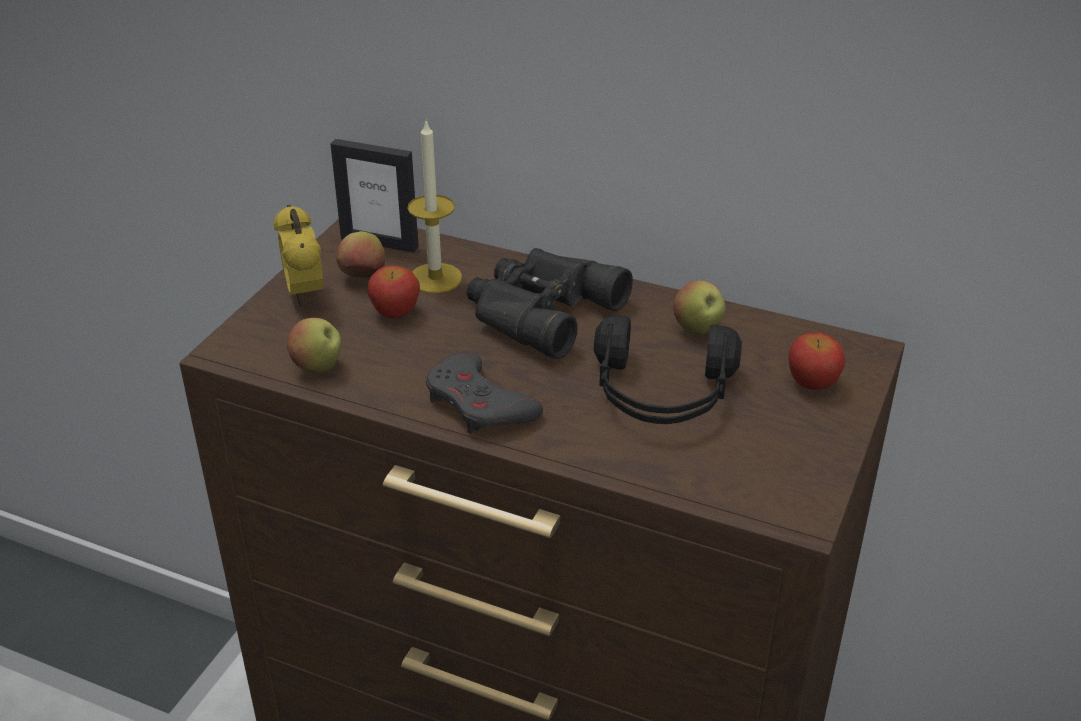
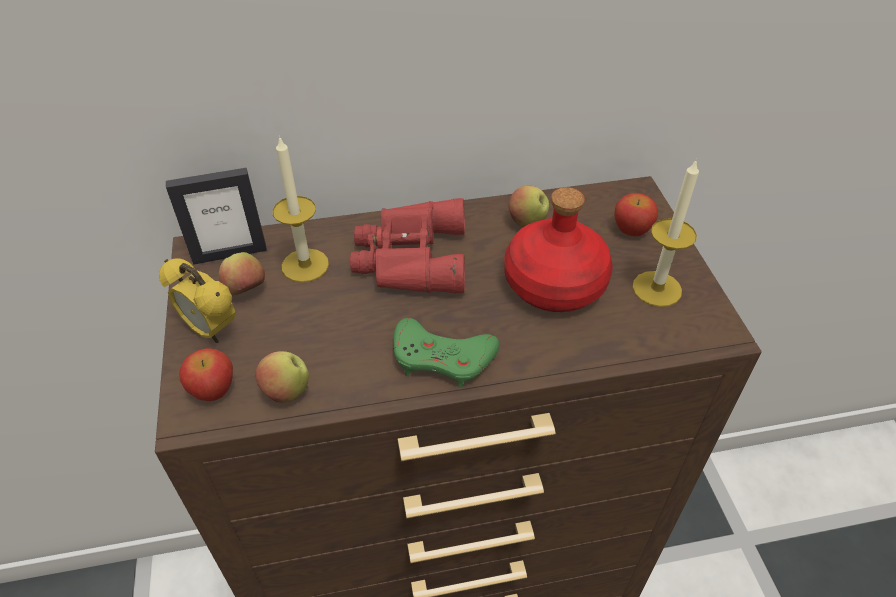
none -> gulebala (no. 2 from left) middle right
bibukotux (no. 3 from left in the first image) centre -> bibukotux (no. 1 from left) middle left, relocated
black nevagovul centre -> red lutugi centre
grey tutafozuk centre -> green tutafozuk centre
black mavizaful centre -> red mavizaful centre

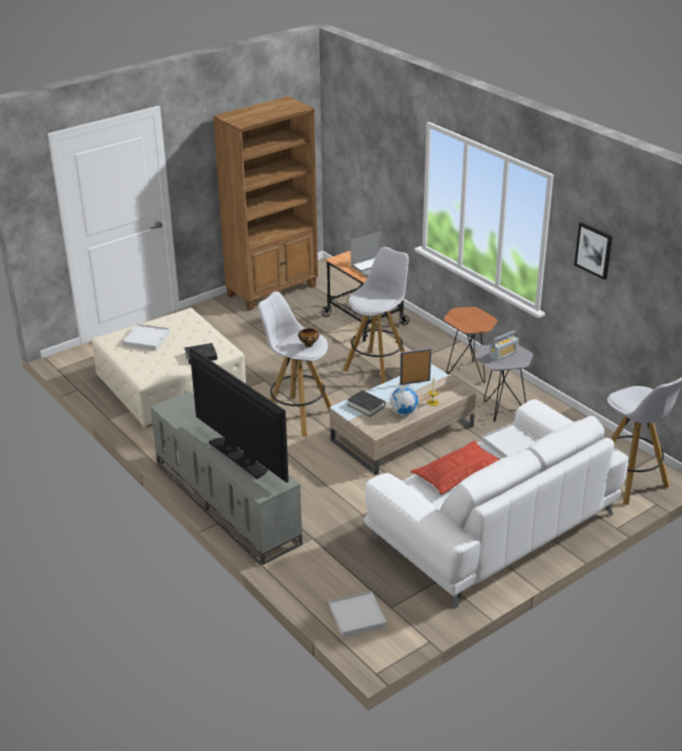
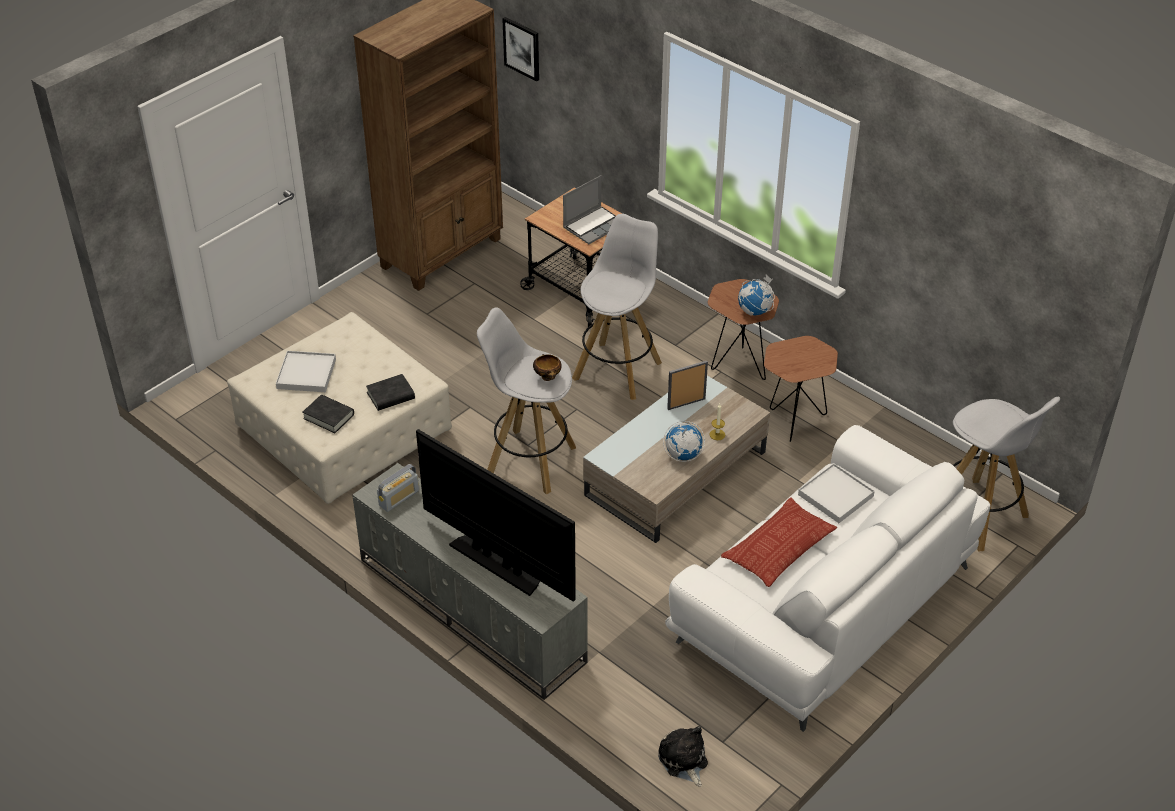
none -> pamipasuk (no. 2 from left) centre
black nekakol (no. 2 from left in the first image) centre -> black nekakol (no. 1 from left) middle left, relocated
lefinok middle right -> lefinok centre, relocated
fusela middle right -> fusela top centre, relocated
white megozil (no. 2 from left) bottom centre -> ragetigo bottom centre
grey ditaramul middle right -> brown ditaramul (no. 2 from left) middle right

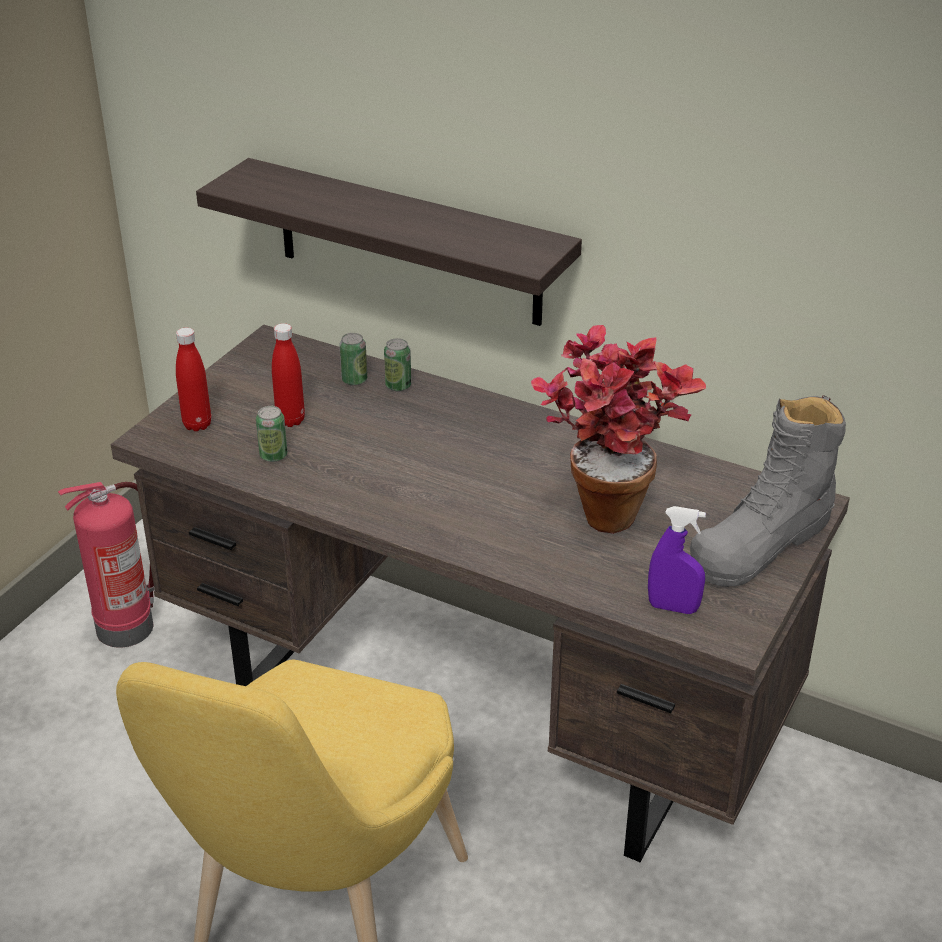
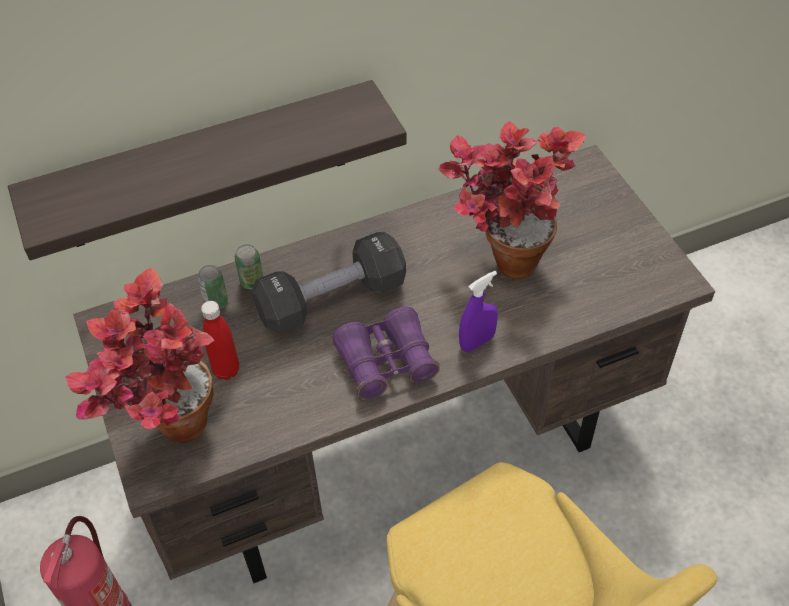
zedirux (no. 1 from left) middle left -> none
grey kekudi middle right -> none
none -> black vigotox centre
none -> purple mavizaful centre
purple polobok middle right -> purple polobok centre, relocated
red lutugi (no. 1 from left) middle left -> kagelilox (no. 1 from left) middle left

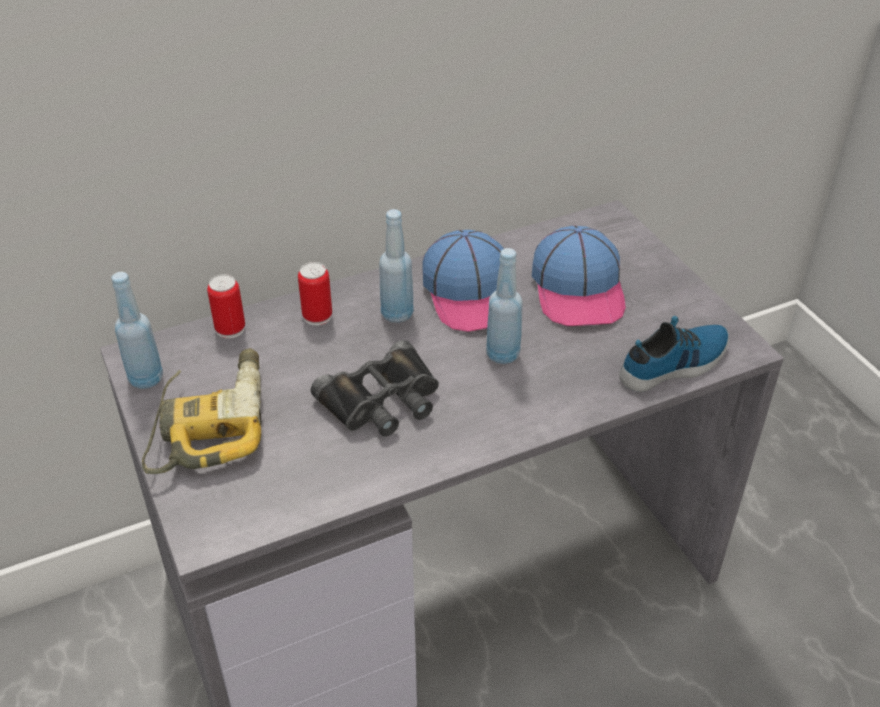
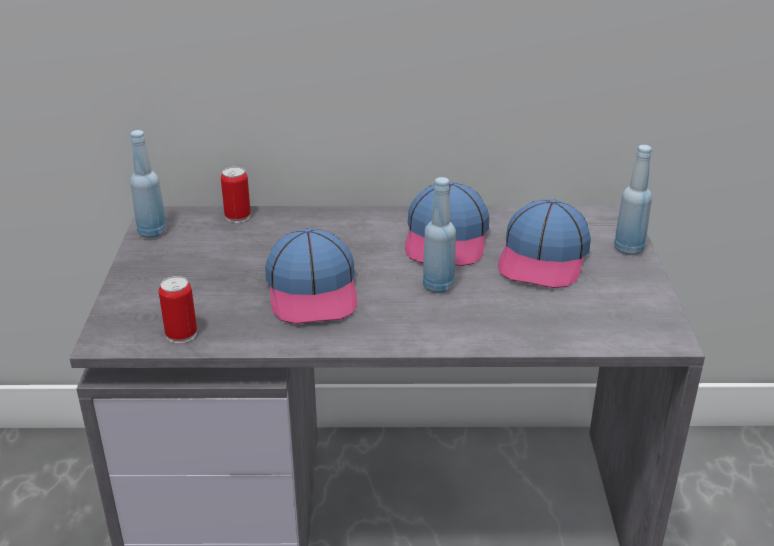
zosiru middle left -> none
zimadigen middle right -> none
zedirux (no. 2 from left in the first image) centre -> zedirux (no. 1 from left) middle left, relocated
blue lutugi (no. 2 from left in the first image) centre -> blue lutugi (no. 3 from left) middle right, relocated
black mavizaful centre -> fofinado (no. 1 from left) centre

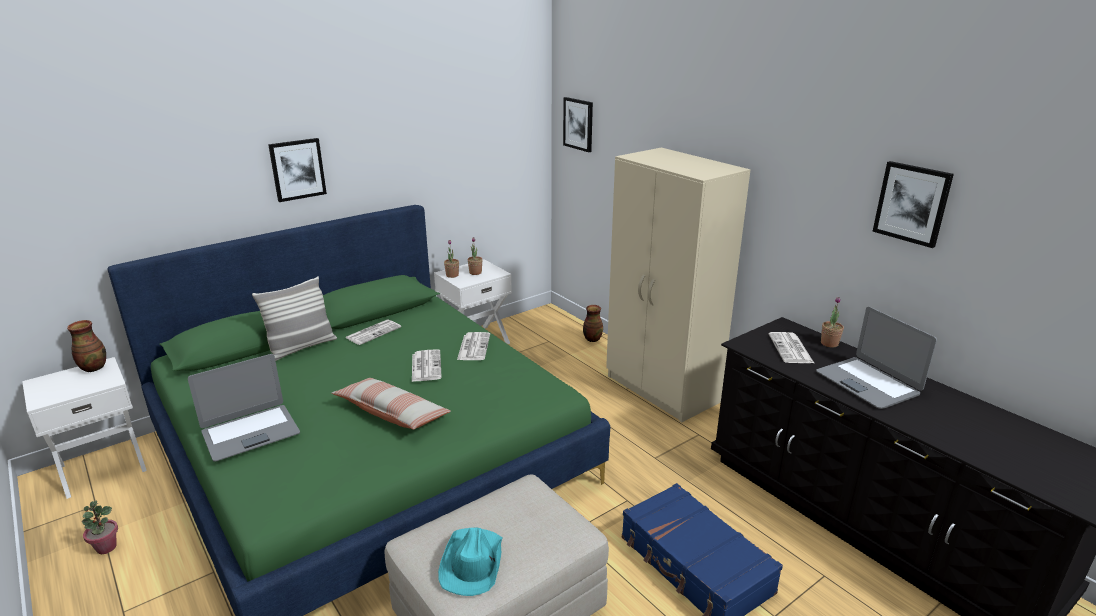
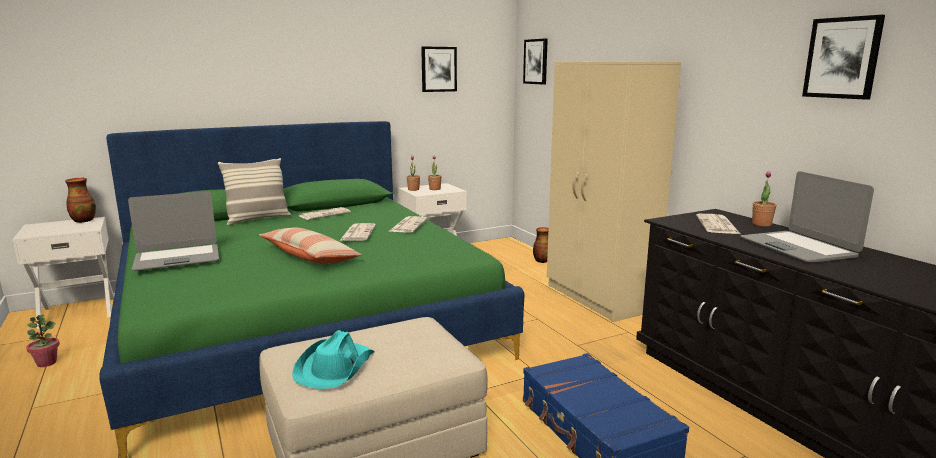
fusela (no. 1 from left) top left -> fusela (no. 1 from left) top centre, relocated

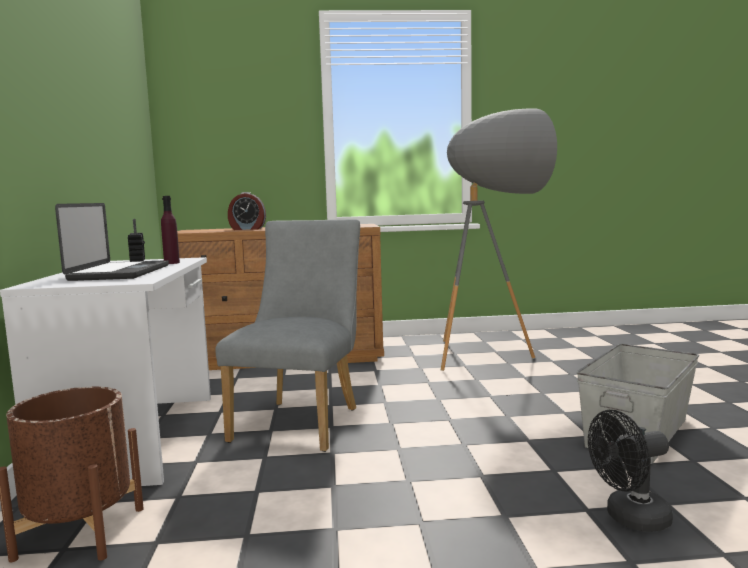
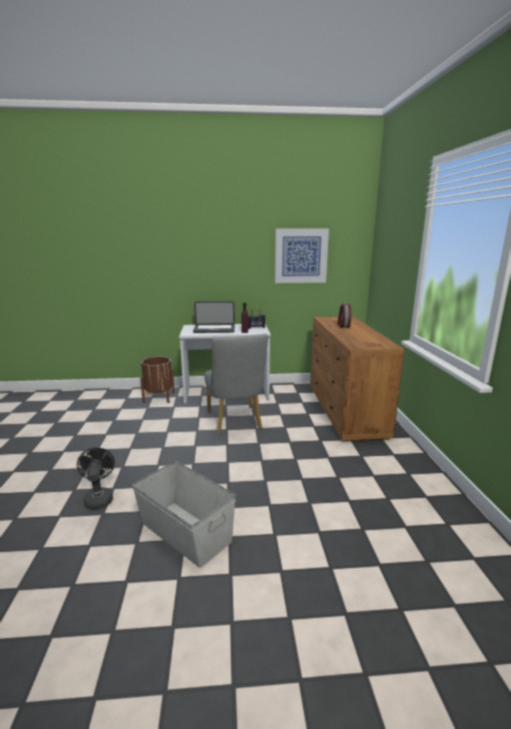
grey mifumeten middle right -> none
none -> fusela centre
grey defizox centre, 60 degrees clockwise

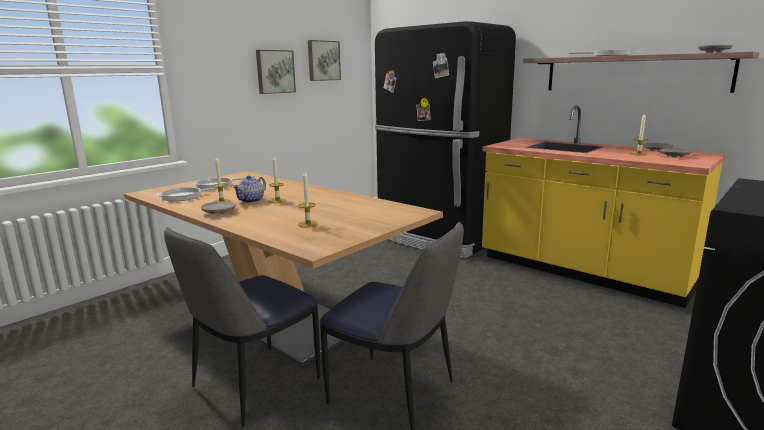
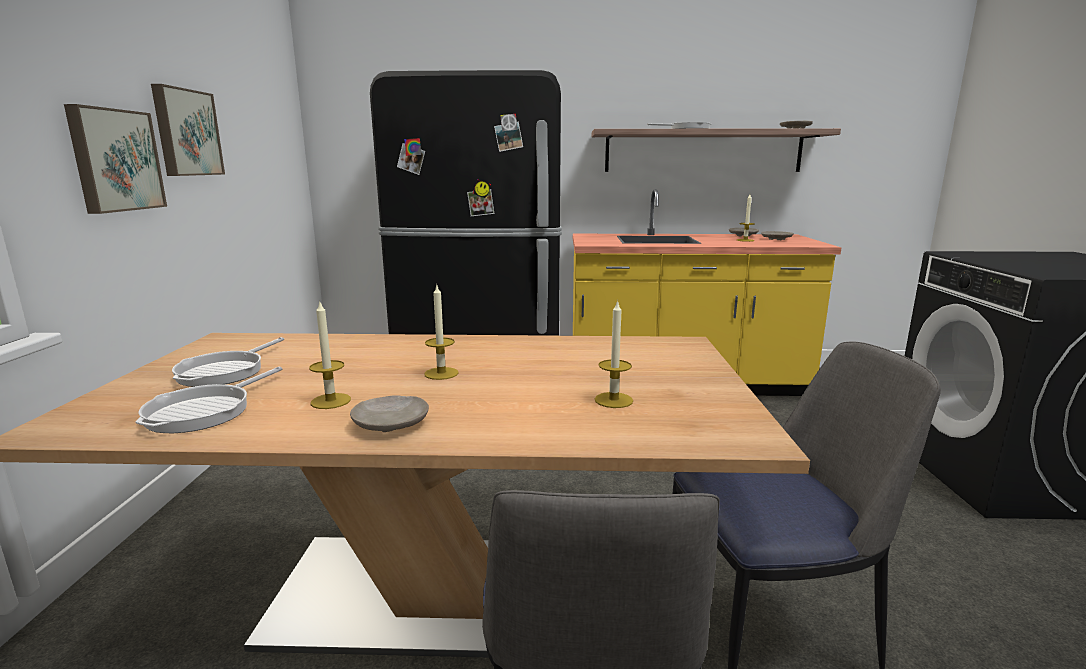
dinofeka middle left -> none
fusela (no. 2 from left in the first image) top centre -> fusela (no. 1 from left) top left, relocated

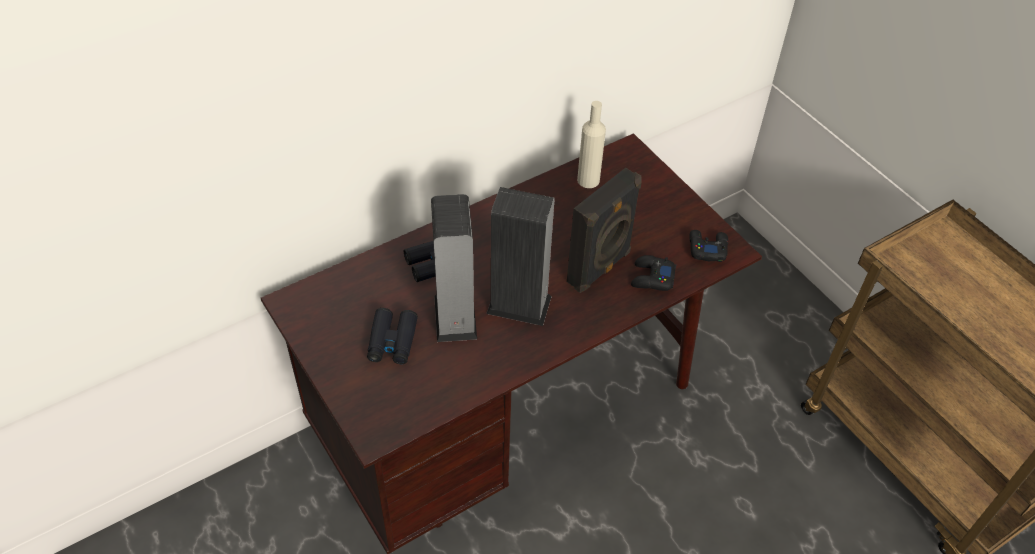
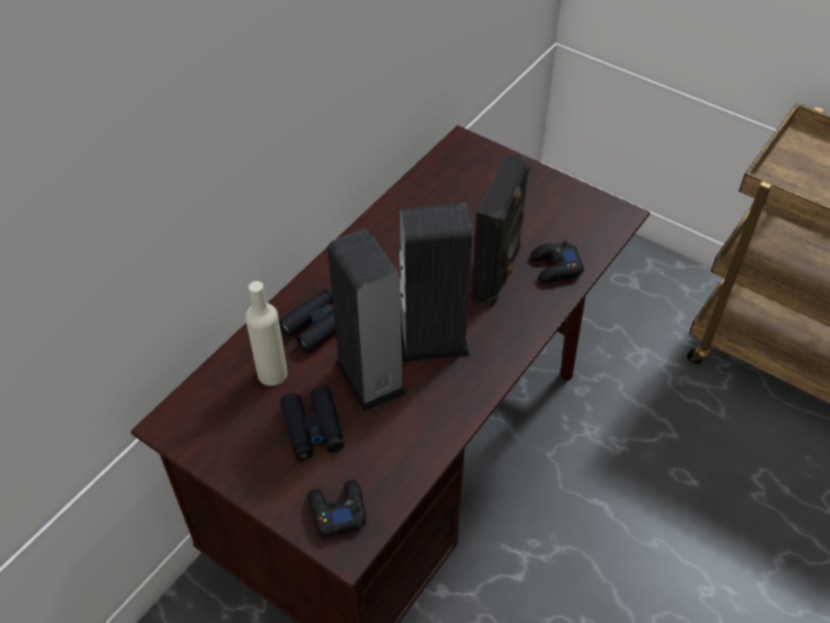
beige lutugi top centre -> beige lutugi middle left, relocated
black tutafozuk (no. 2 from left in the first image) middle right -> black tutafozuk (no. 1 from left) bottom centre, relocated

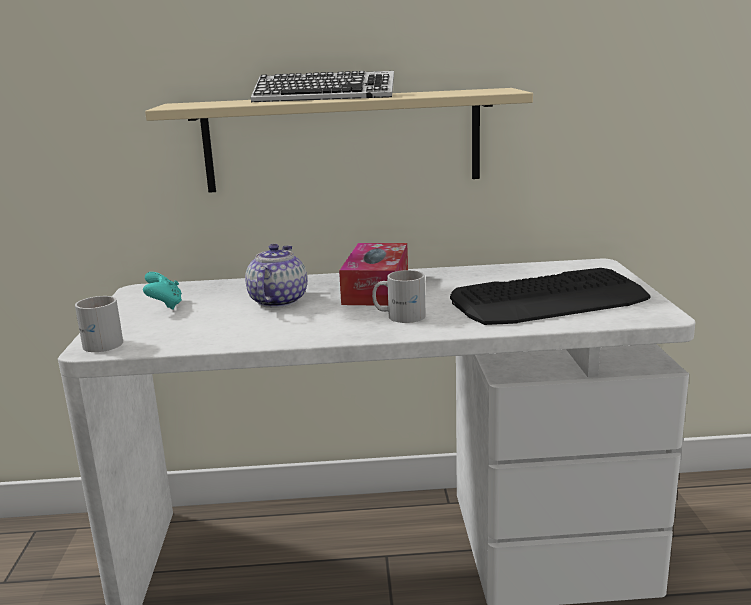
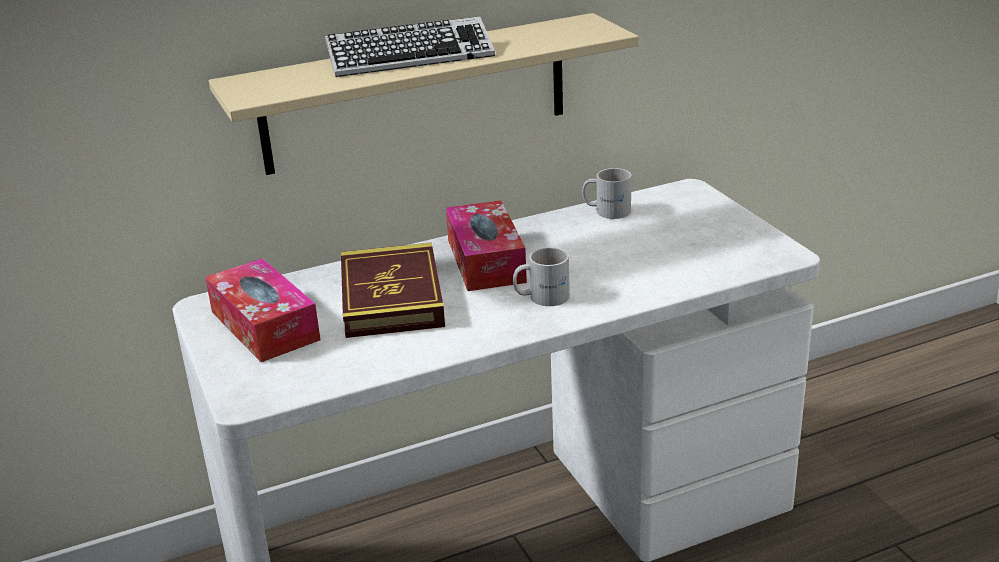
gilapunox (no. 2 from left) middle right -> none
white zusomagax (no. 1 from left in the first image) middle left -> white zusomagax (no. 2 from left) centre, relocated
turquoise tutafozuk middle left -> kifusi (no. 1 from left) middle left
dinofeka centre -> nekakol centre

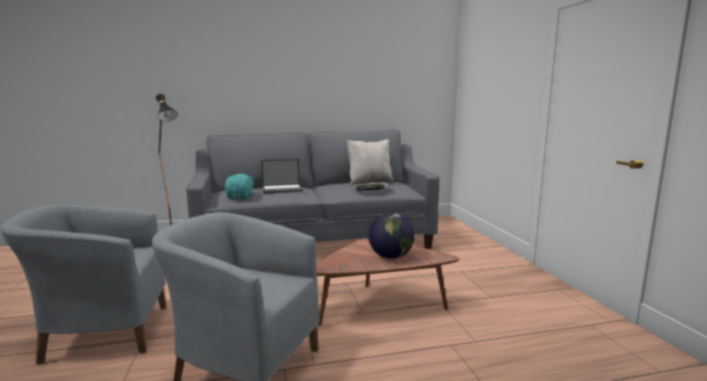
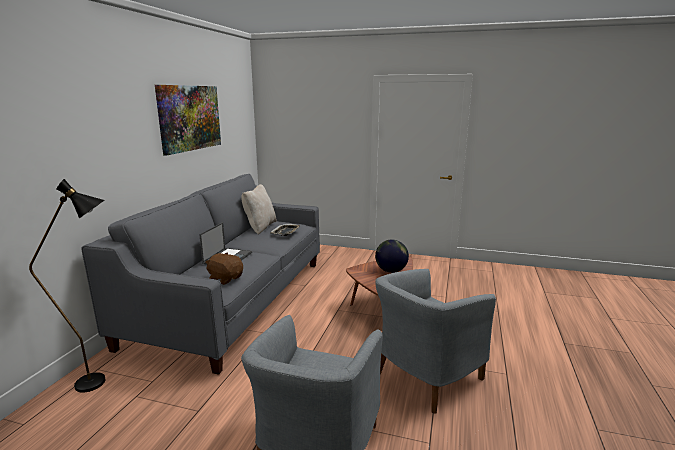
none -> fusela top left
turquoise ragetigo centre -> brown ragetigo middle left

